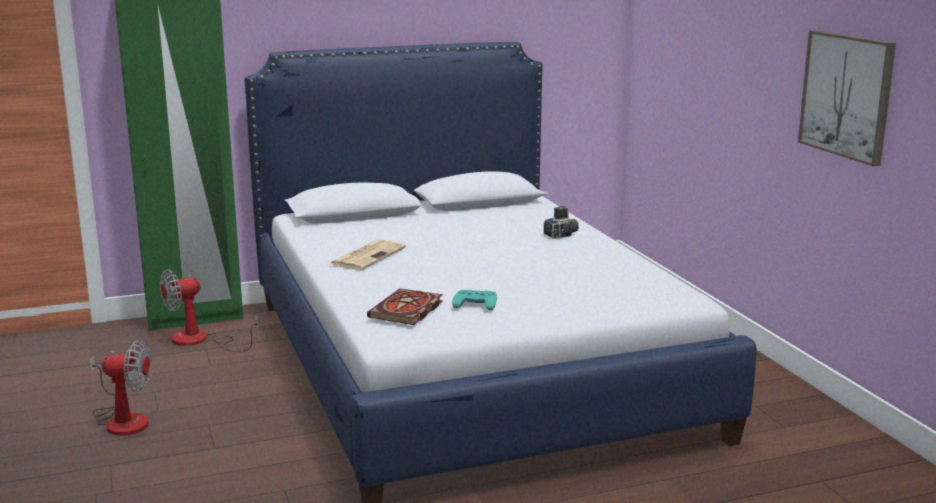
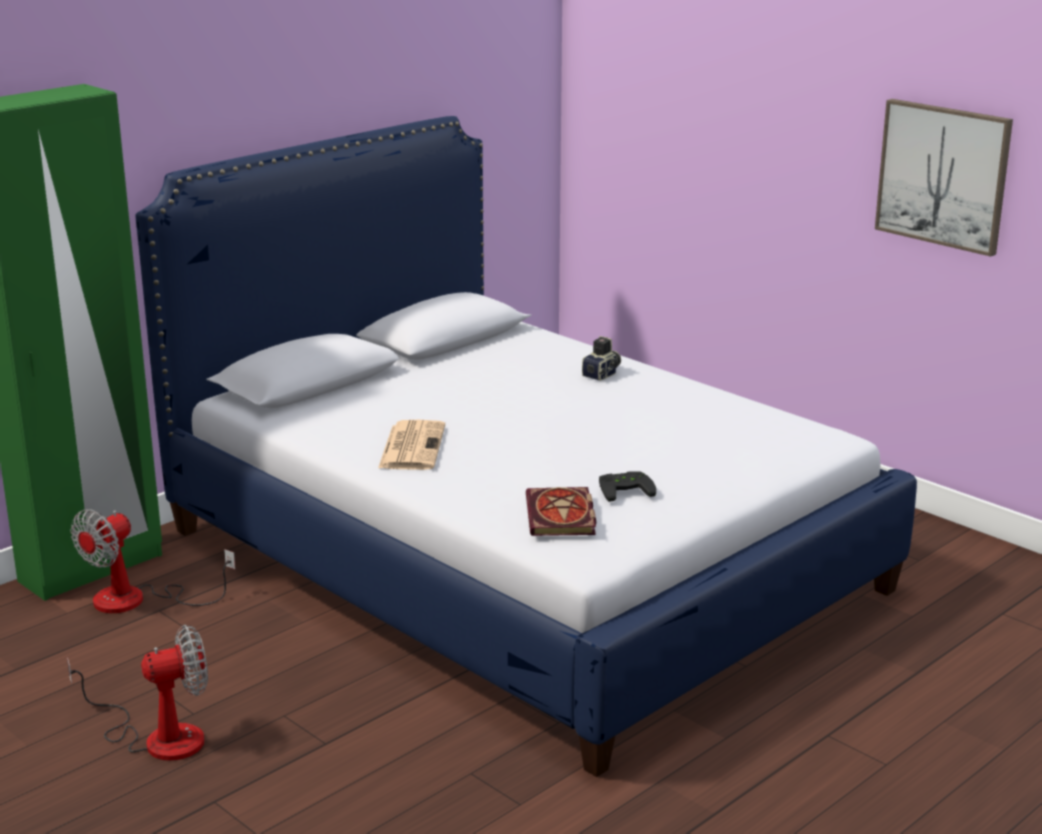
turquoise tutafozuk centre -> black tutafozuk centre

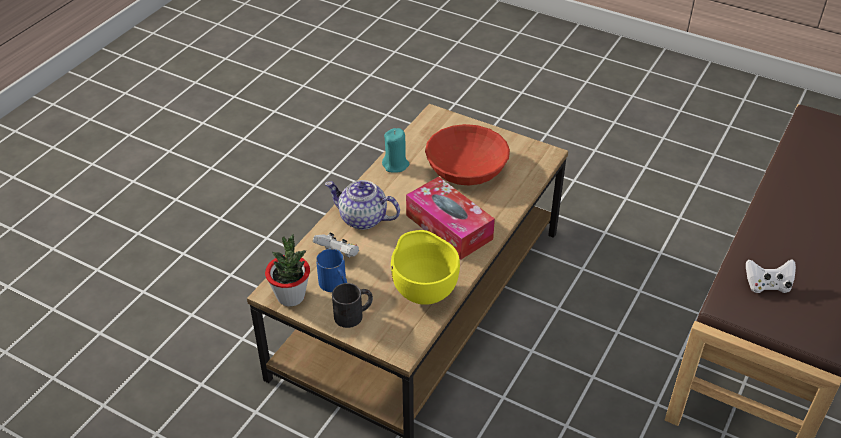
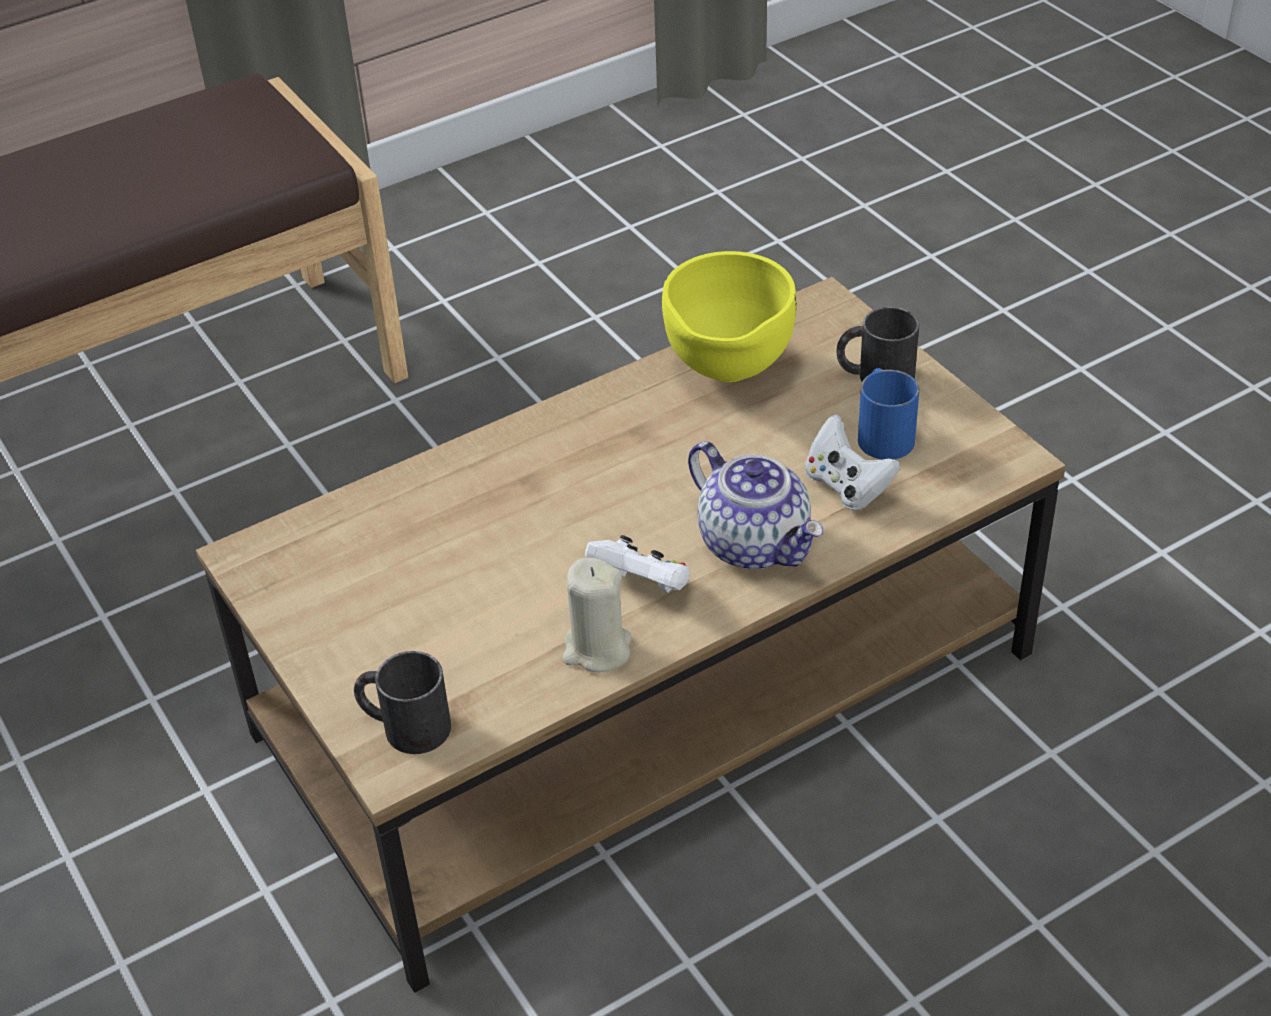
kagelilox centre -> none
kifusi centre -> none
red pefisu centre -> none
none -> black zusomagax (no. 1 from left) bottom left
white tutafozuk (no. 2 from left in the first image) middle right -> white tutafozuk (no. 1 from left) centre, relocated
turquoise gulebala centre -> beige gulebala centre

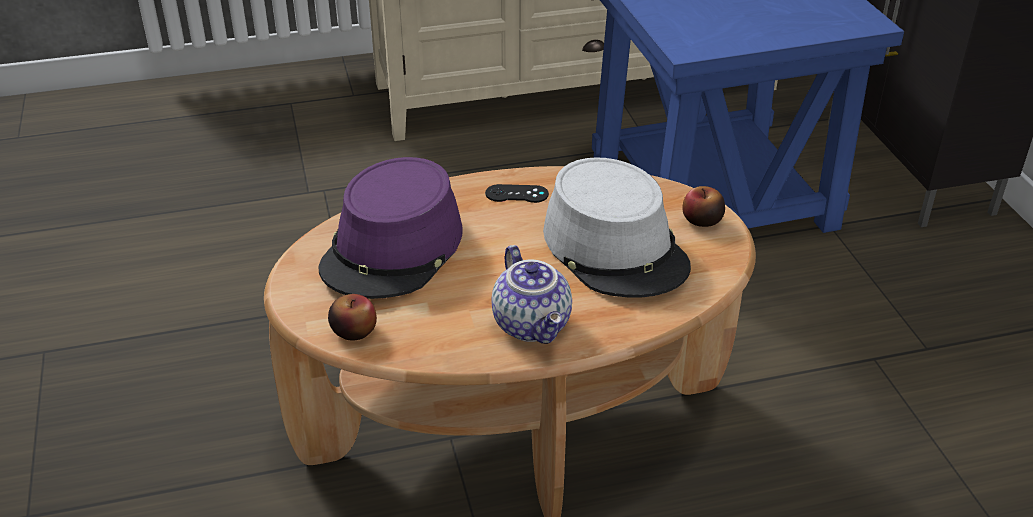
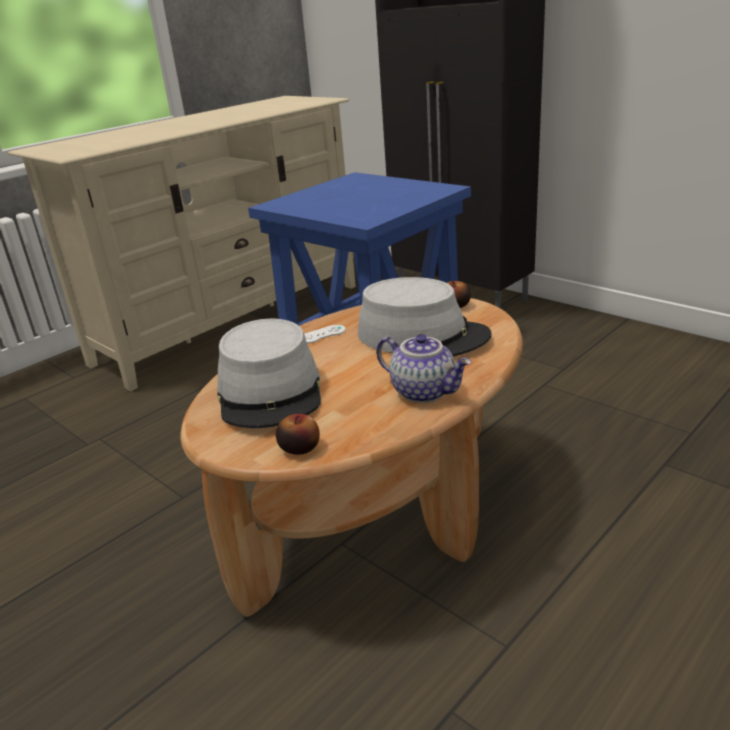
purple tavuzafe centre -> grey tavuzafe (no. 1 from left) centre
black tutafozuk centre -> white tutafozuk centre

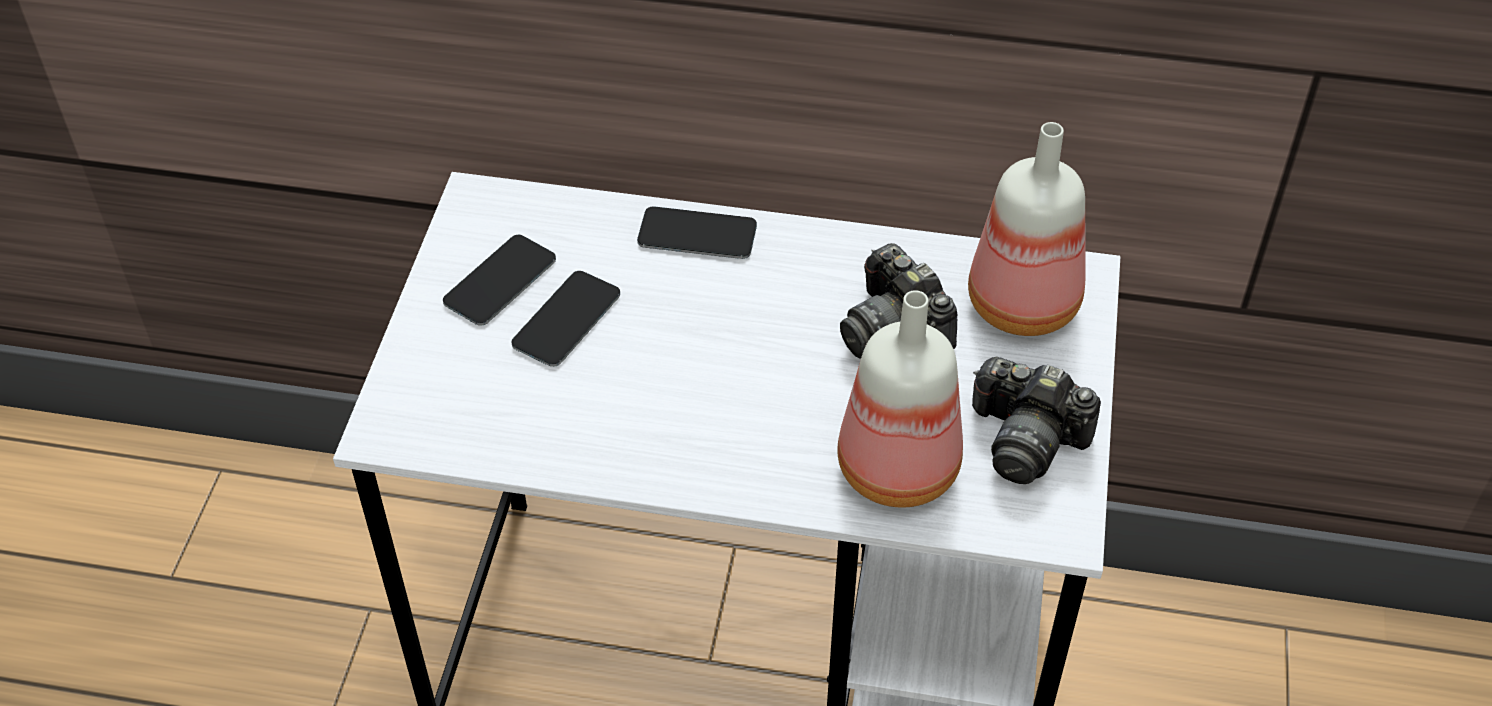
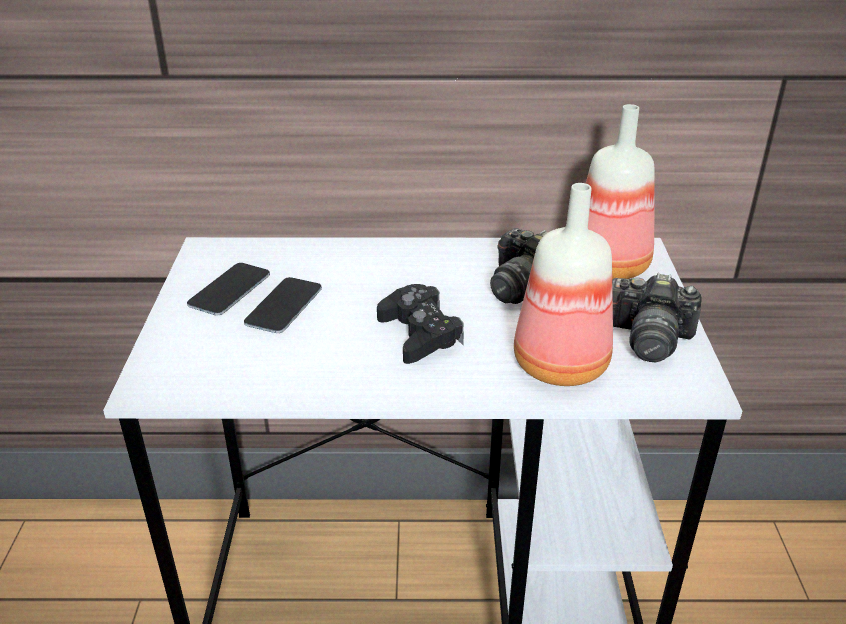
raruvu (no. 3 from left) top centre -> none
none -> black tutafozuk centre

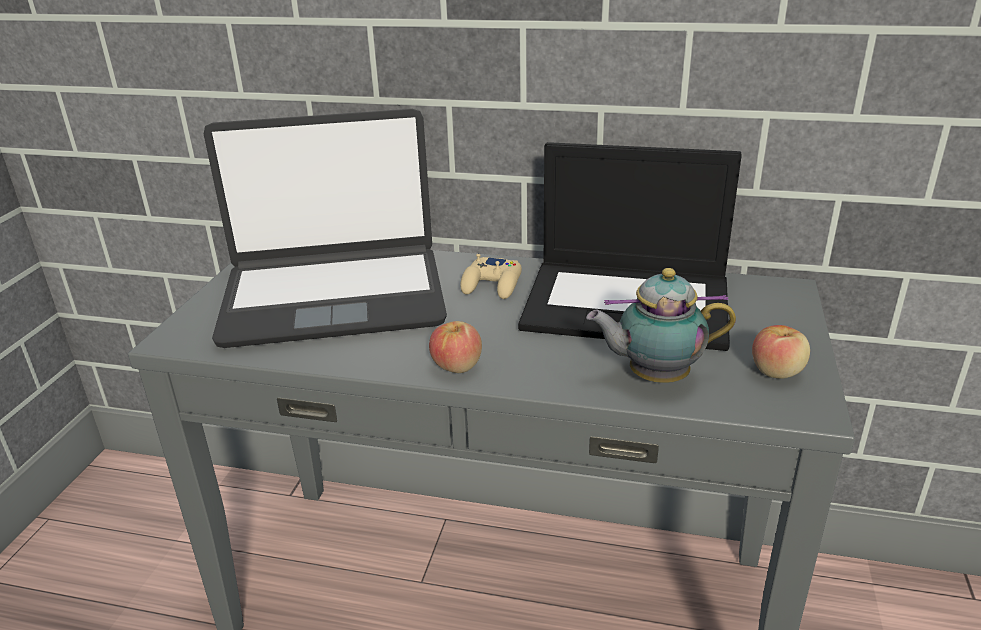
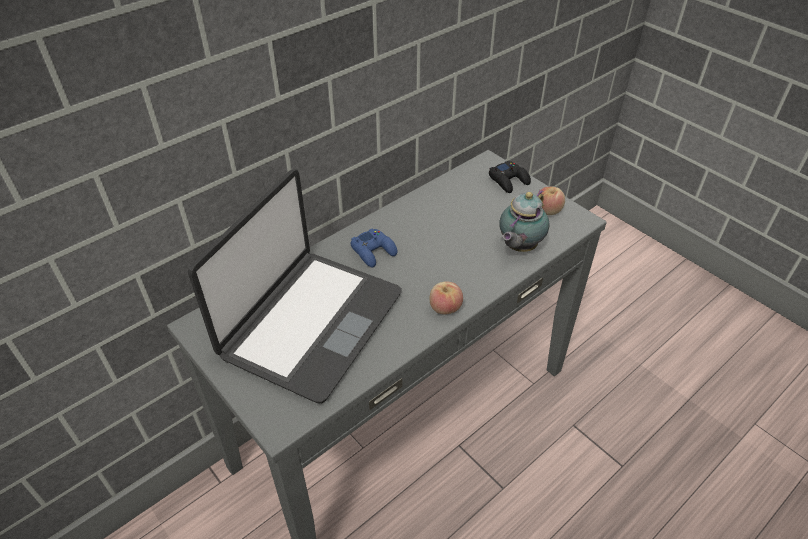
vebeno (no. 2 from left) centre -> none
none -> black tutafozuk top centre
beige tutafozuk centre -> blue tutafozuk centre

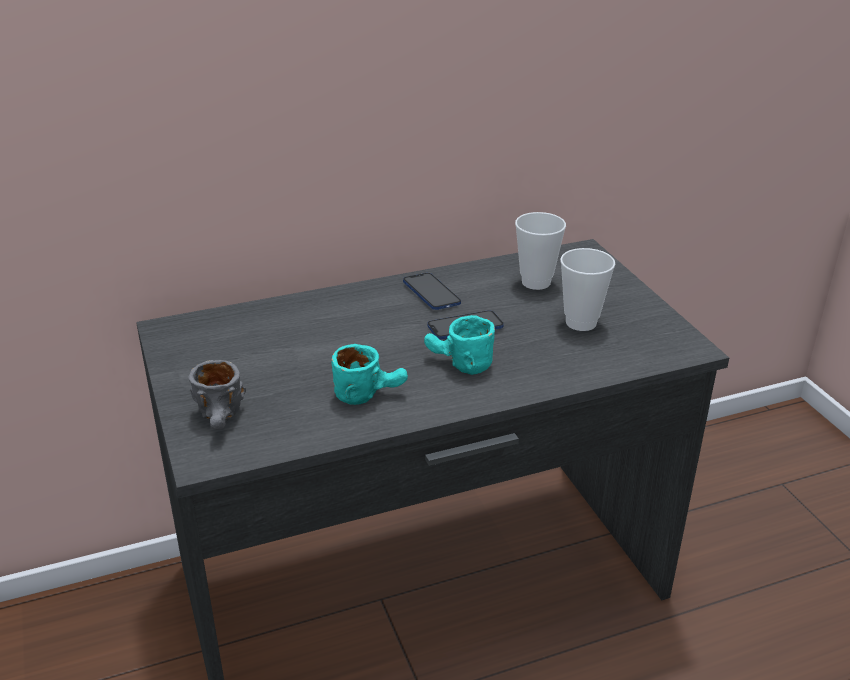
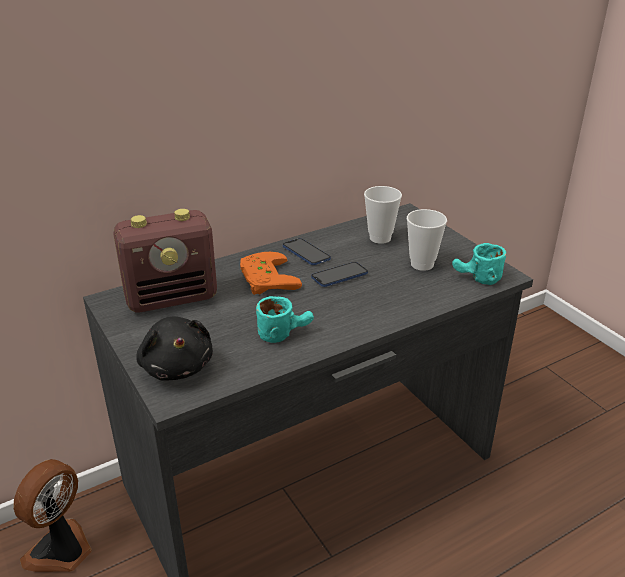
none -> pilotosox bottom left
none -> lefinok middle left
none -> orange tutafozuk centre
turquoise zusomagax (no. 2 from left) centre -> turquoise zusomagax (no. 2 from left) middle right, relocated
grey zusomagax middle left -> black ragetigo middle left

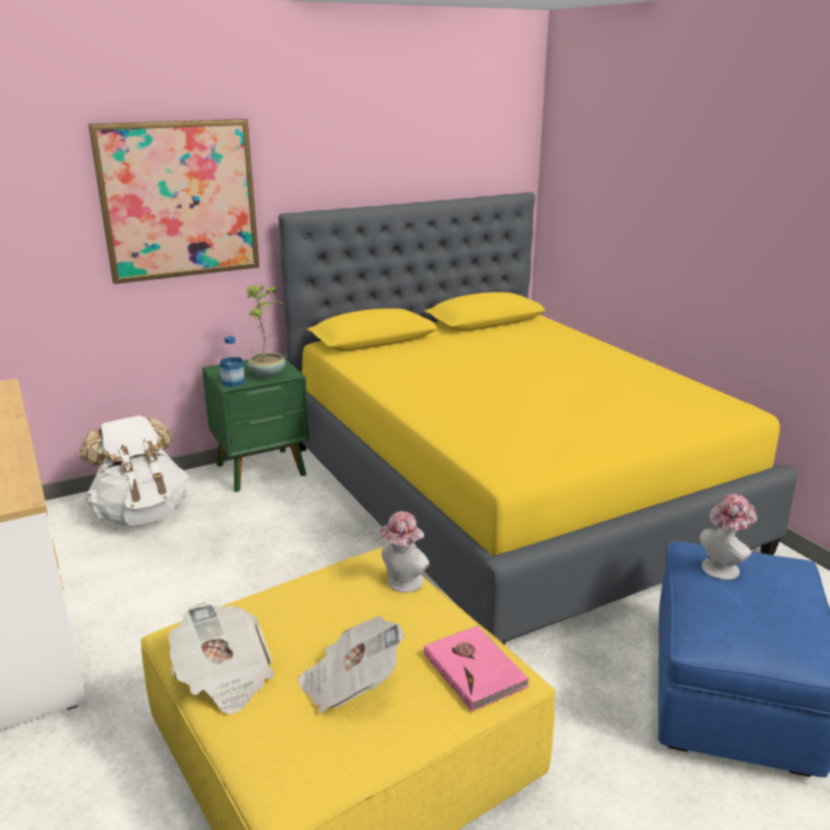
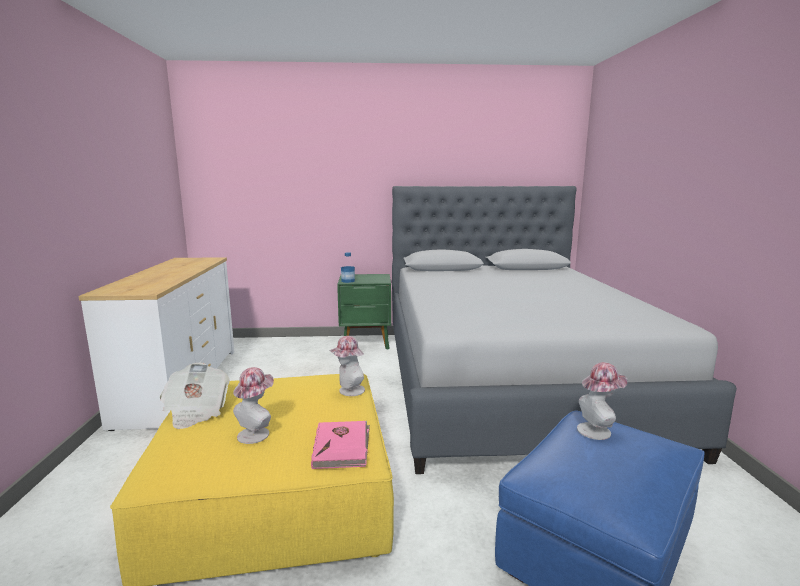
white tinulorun middle left -> none
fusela top left -> none
kagelilox middle left -> none
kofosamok (no. 2 from left) bottom centre -> tavuzafe (no. 1 from left) bottom left
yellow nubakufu centre -> grey nubakufu middle right

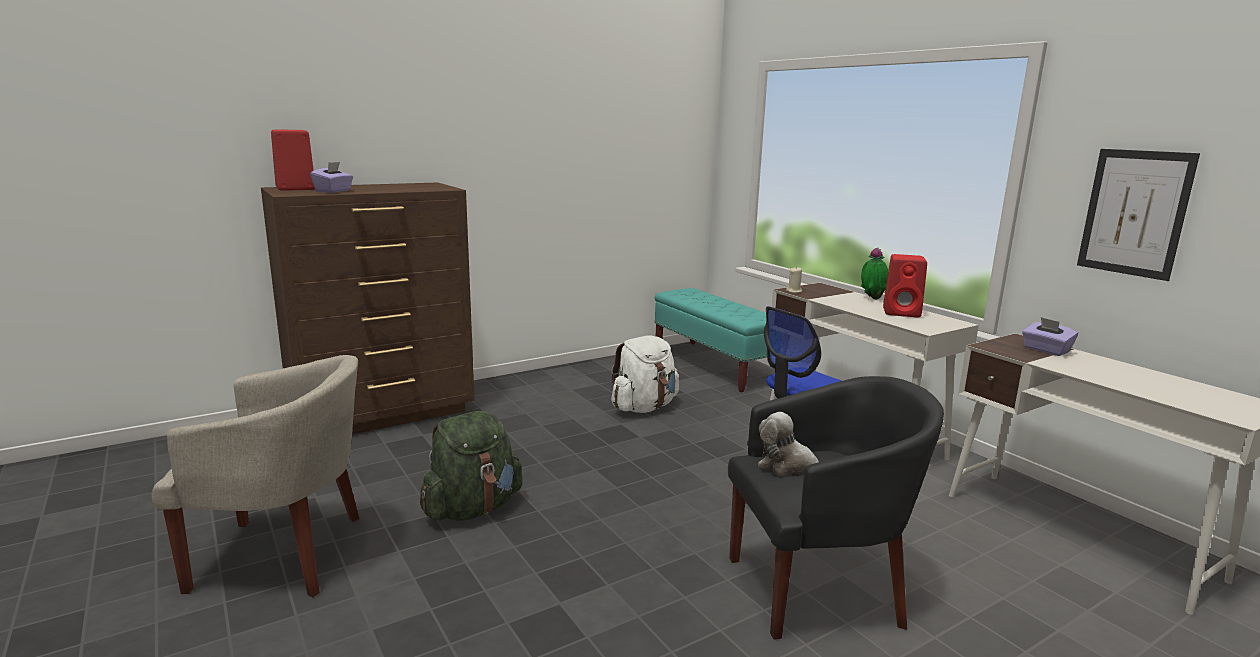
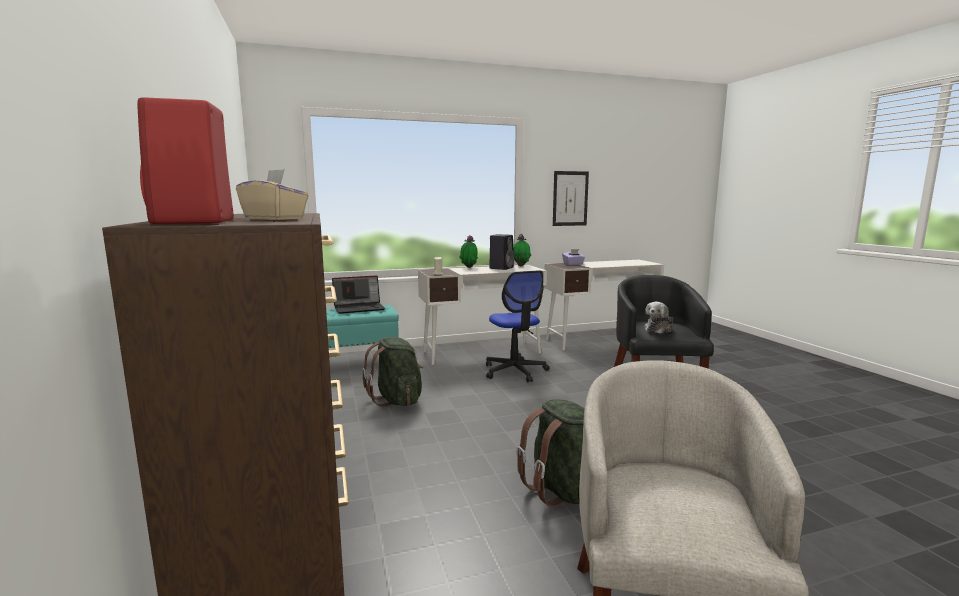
none -> vebeno centre
none -> kagelilox (no. 2 from left) centre
purple kifusi (no. 1 from left) top left -> beige kifusi top left
white tinulorun centre -> green tinulorun (no. 1 from left) centre
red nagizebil (no. 2 from left) middle right -> black nagizebil centre

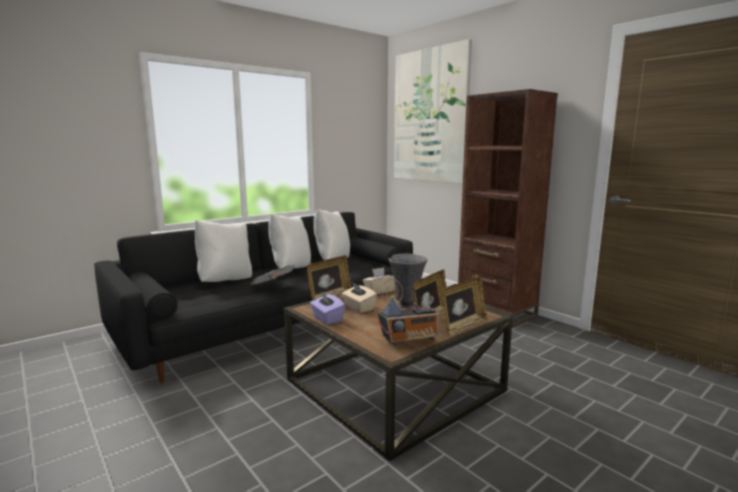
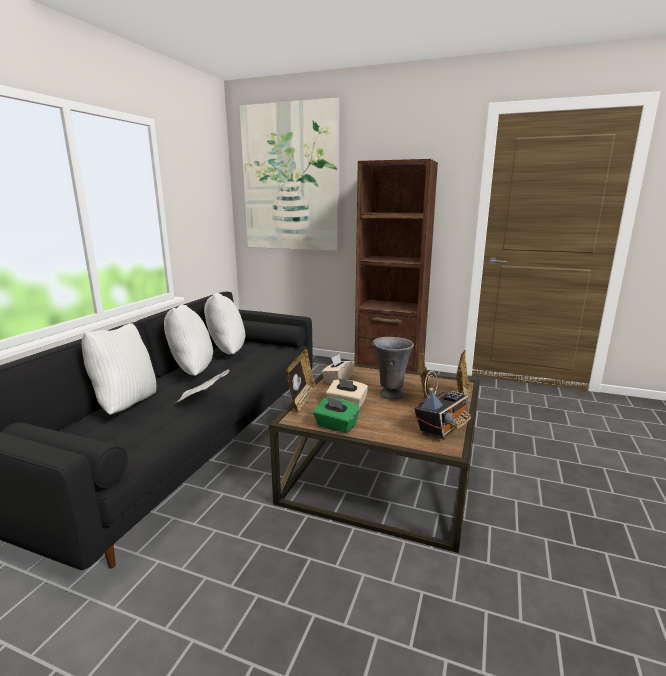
purple kifusi centre -> green kifusi centre

